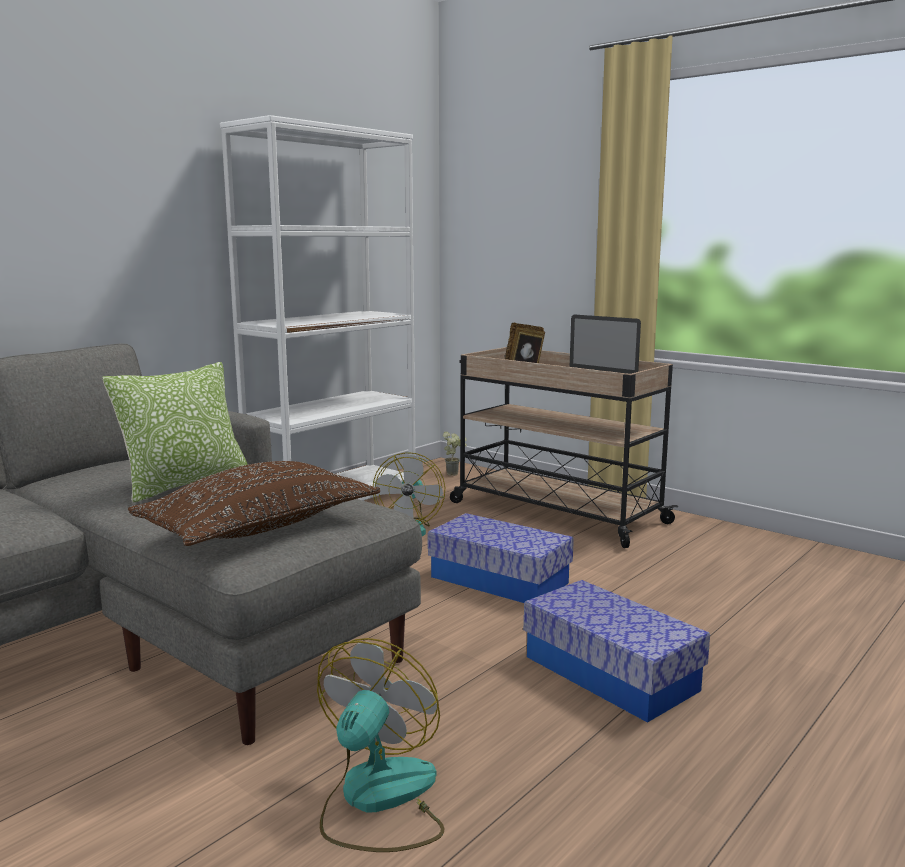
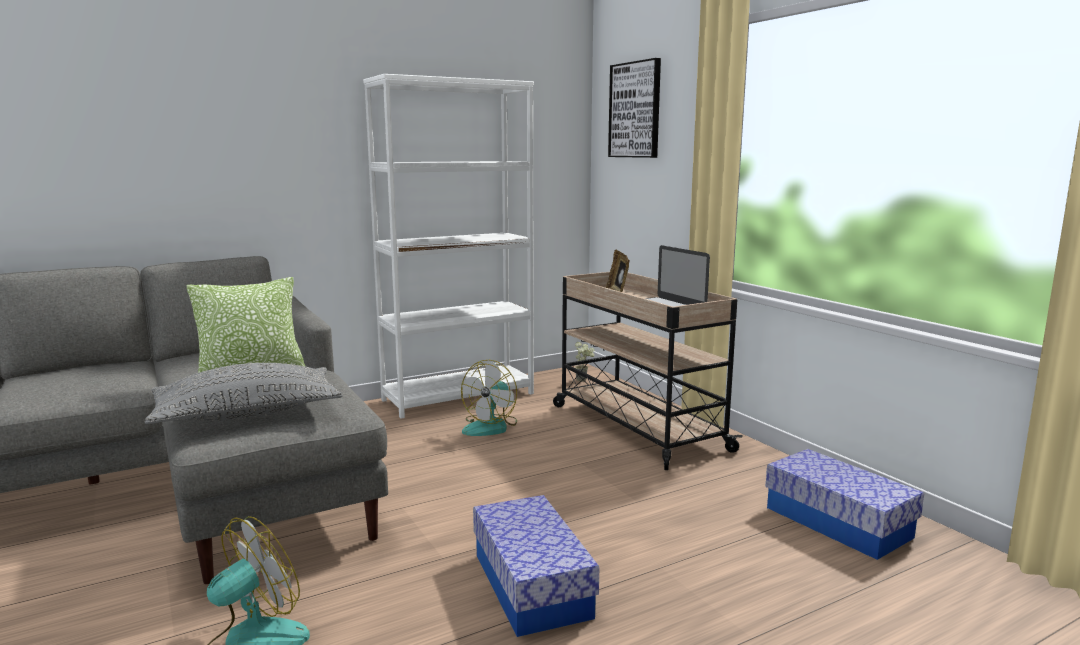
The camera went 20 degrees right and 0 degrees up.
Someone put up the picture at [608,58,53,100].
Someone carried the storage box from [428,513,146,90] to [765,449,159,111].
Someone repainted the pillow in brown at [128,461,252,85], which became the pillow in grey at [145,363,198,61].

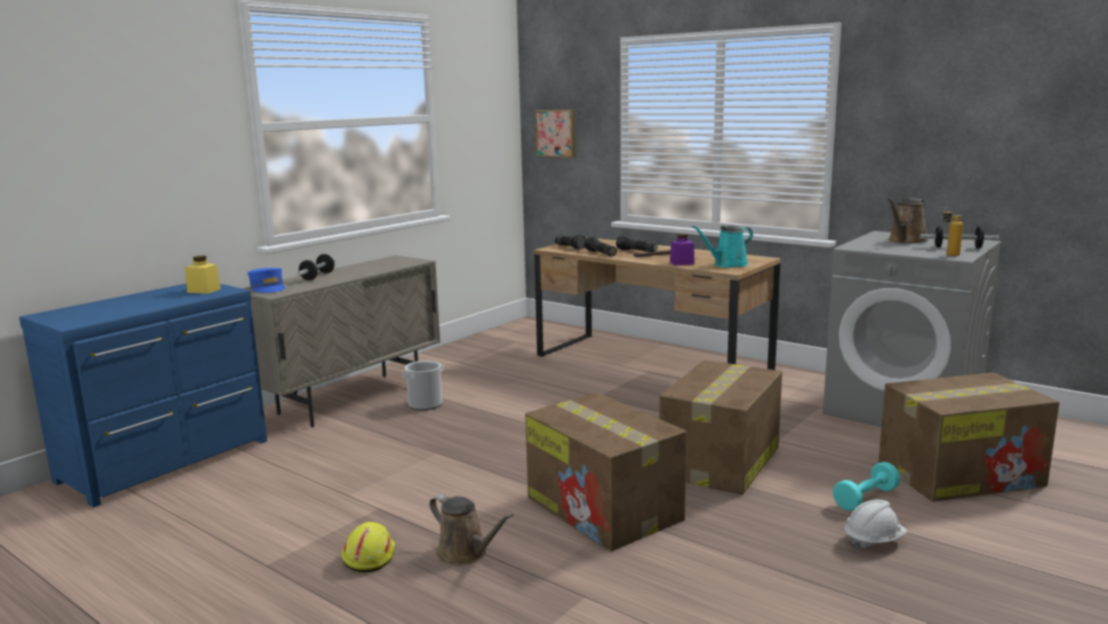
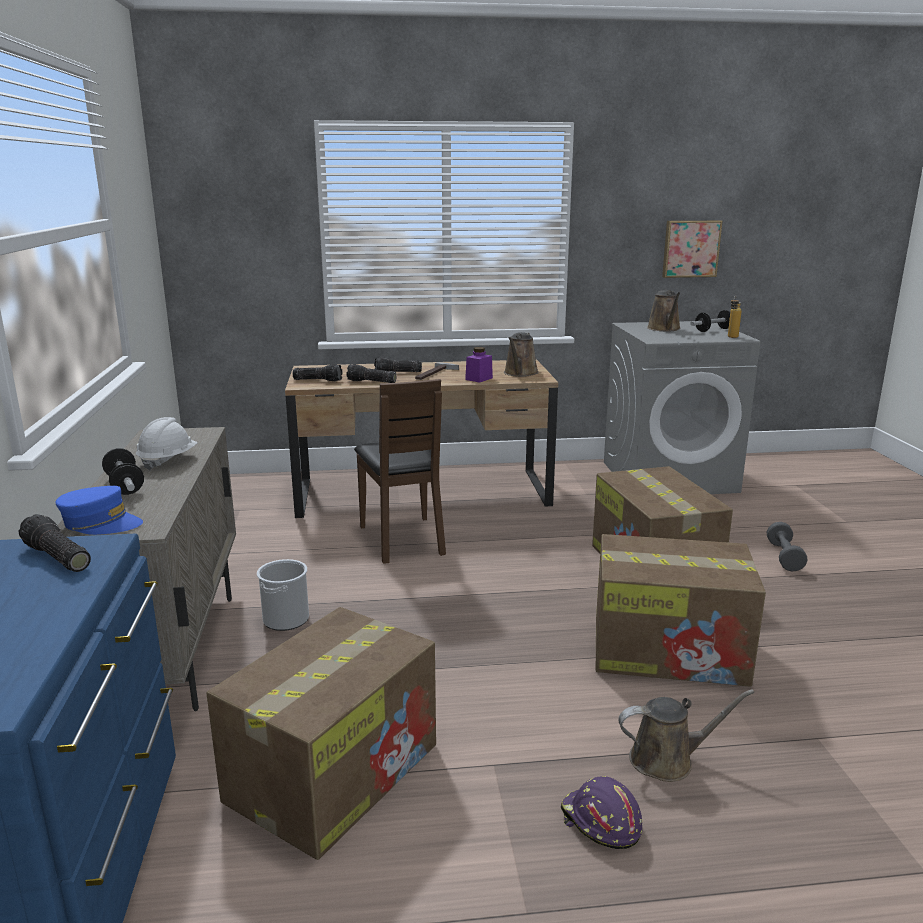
The camera went 45 degrees left and 5 degrees up.
Someone put down the chair in brown at [354,379,92,185].
Someone carried the picture from [535,110,41,48] to [662,220,61,58].
Someone carried the hard hat in white from [845,500,62,49] to [136,417,62,54].
Someone carried the cardboard box from [879,373,180,129] to [206,607,230,253].
Someone swapped the jar in yellow at [185,256,36,38] for the flashlight at [19,514,72,58].
Someone repainted the hard hat in yellow at [341,522,54,50], which became the hard hat in purple at [561,776,81,73].
Someone repainted the watering can in turquoise at [692,226,61,42], which became the watering can in brown at [504,332,35,45].
Someone repainted the dumbbell in turquoise at [833,462,67,49], which became the dumbbell in grey at [767,522,40,50].

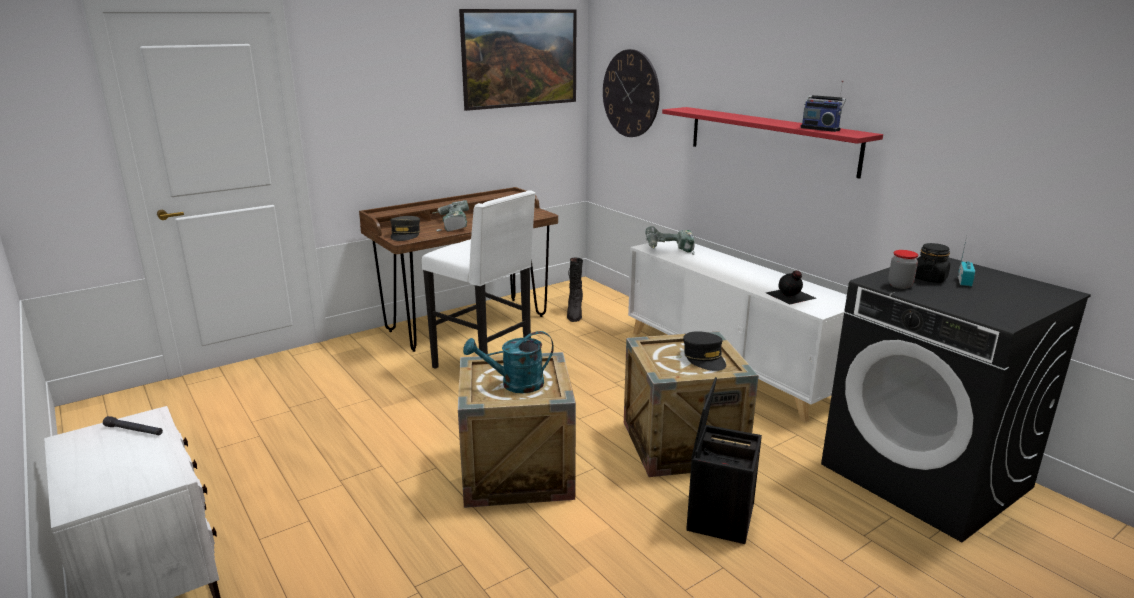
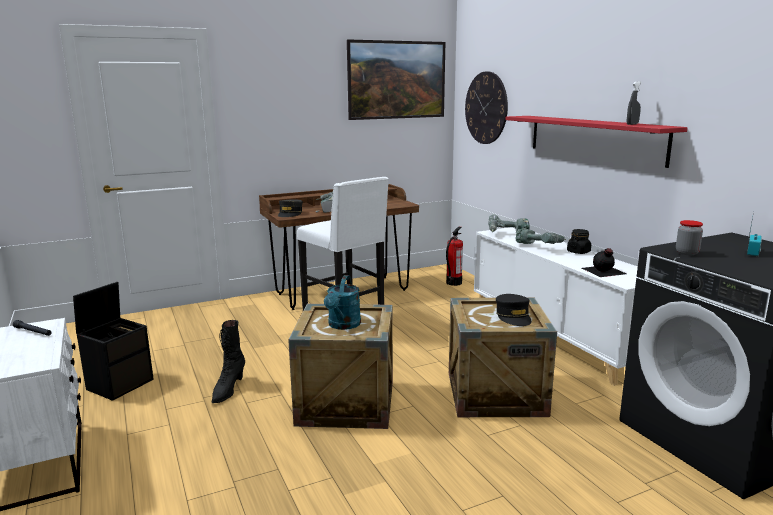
The camera went 10 degrees right and 5 degrees down.
Someone put down the fire extinguisher at [446,227,17,59].
Someone put down the power drill at [516,228,50,16].
Someone carried the boot in black from [567,258,16,64] to [212,320,33,83].
Someone carried the storage box in black from [686,377,76,167] to [73,282,81,119].
Someone carried the jar in black from [915,243,35,40] to [567,229,24,25].
Someone swapped the radio at [801,80,45,52] for the spray bottle in grey at [627,81,15,44].
Someone rotated the watering can in turquoise at [463,331,91,62] by 75 degrees counterclockwise.

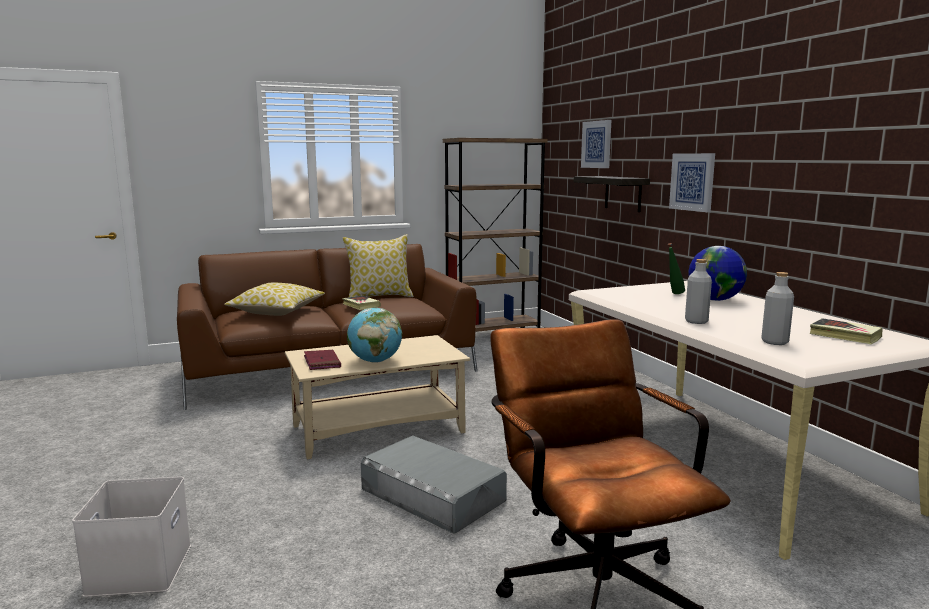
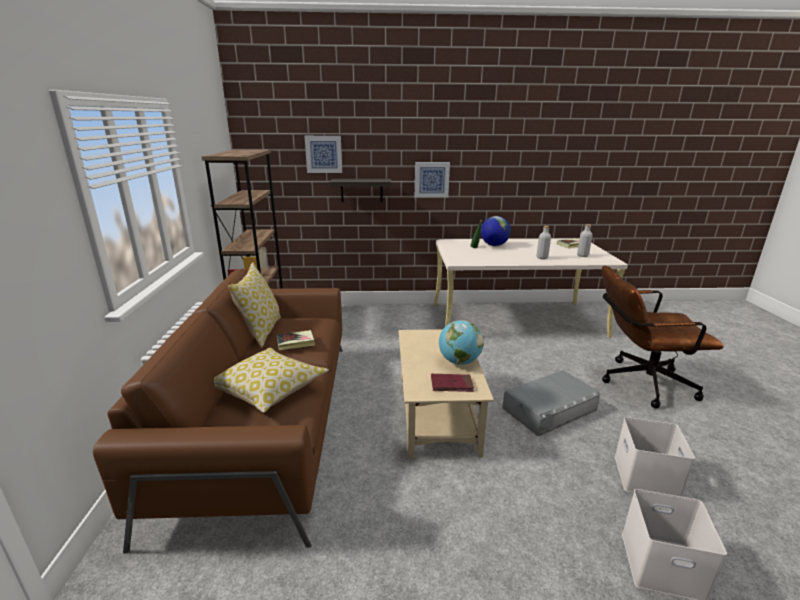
The camera went 70 degrees left and 10 degrees up.
Someone put down the storage box in white at [615,417,80,80].

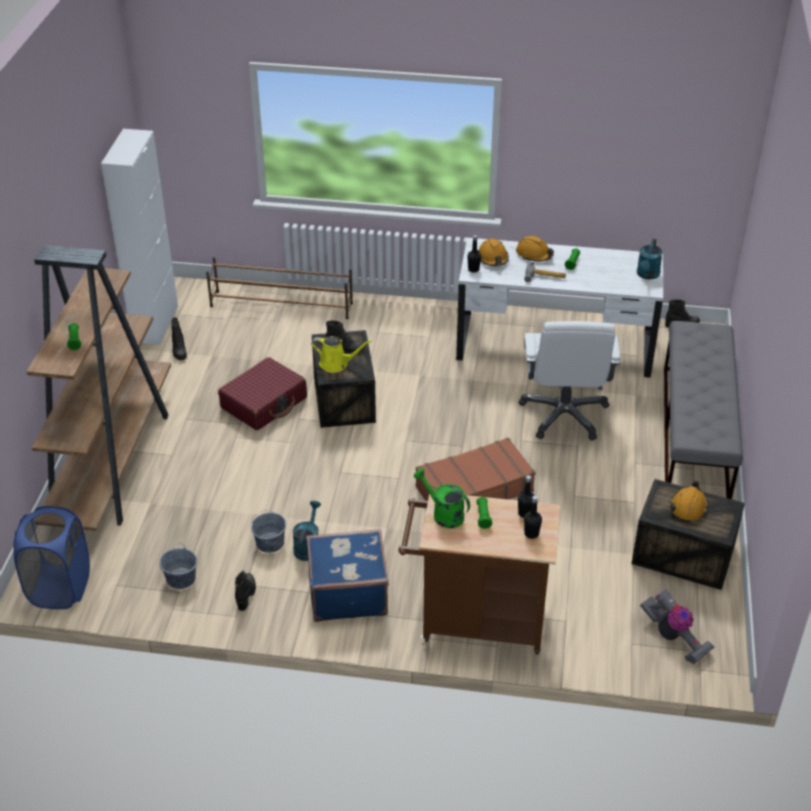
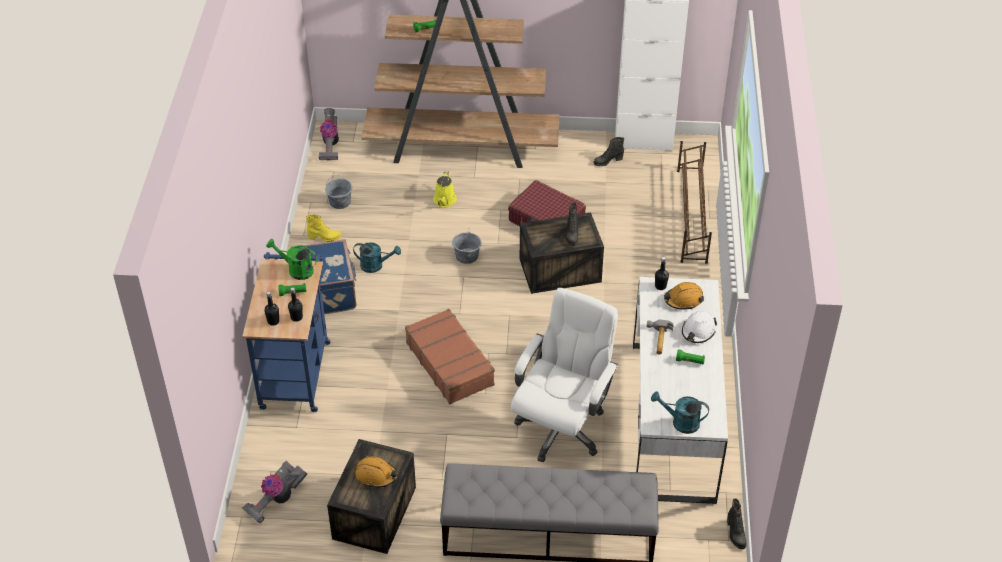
The camera went 85 degrees right and 5 degrees up.
Someone carried the bucket in grey from [251,510,35,43] to [452,232,29,32].
Someone carried the watering can in yellow from [311,336,61,37] to [433,171,24,36].
Someone swapped the laundry basket in blue at [13,506,77,103] for the vacuum cleaner at [318,108,21,52].
Someone repainted the boot in black at [235,571,21,40], which became the boot in yellow at [306,214,36,28].
Someone repainted the cart in brown at [398,493,162,162], which became the cart in blue at [242,252,89,160].
Someone repainted the hard hat in orange at [516,236,38,26], which became the hard hat in white at [682,311,35,32].
Someone rotated the watering can in green at [414,468,56,60] by 105 degrees counterclockwise.
Someone rotated the office chair in white at [518,321,103,120] by 120 degrees clockwise.

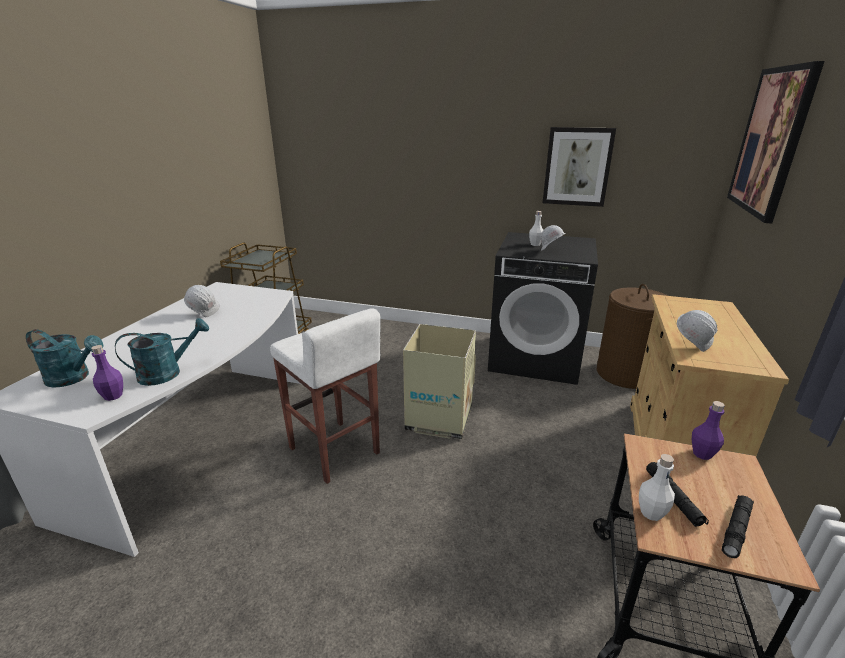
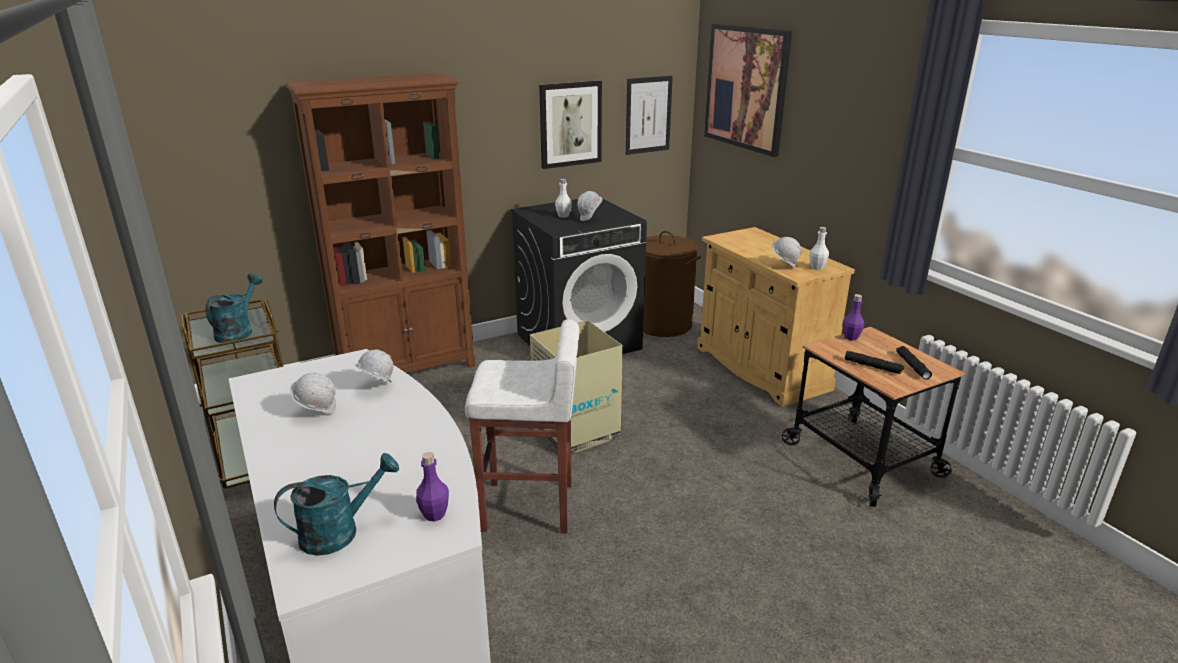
The camera went 45 degrees left and 0 degrees up.
Someone put down the bookcase in brown at [285,73,190,300].
Someone put down the hard hat in white at [355,349,38,33].
Someone put up the picture at [626,76,47,79].
Someone carried the watering can in turquoise from [115,318,94,68] to [205,273,57,70].
Someone carried the bottle in white from [639,454,36,67] to [809,227,20,43].

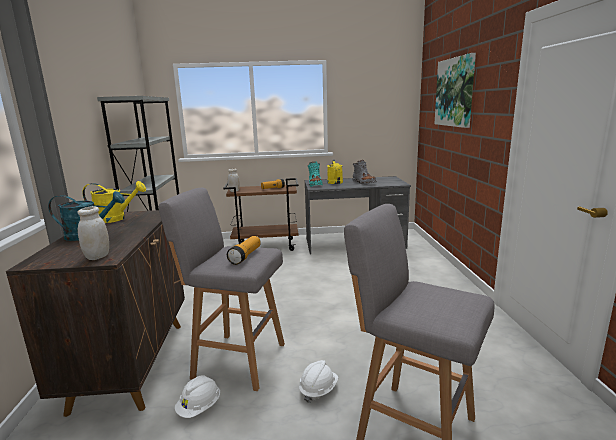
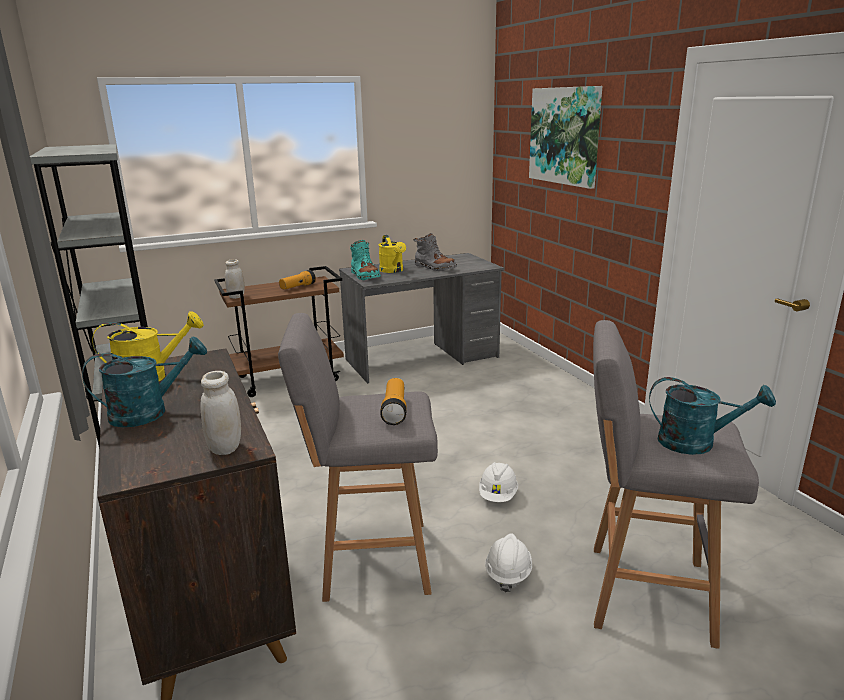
The camera went 20 degrees left and 5 degrees up.
Someone put down the watering can in turquoise at [649,377,127,78].
Someone carried the hard hat in white from [175,375,45,43] to [479,462,39,40].

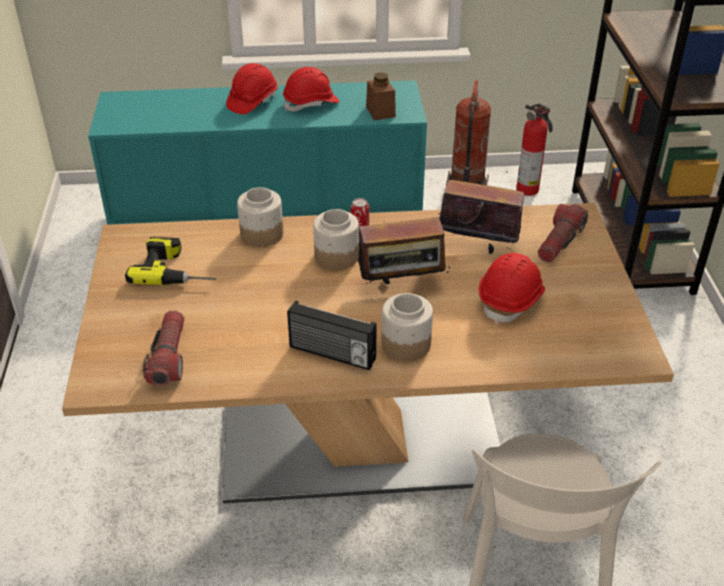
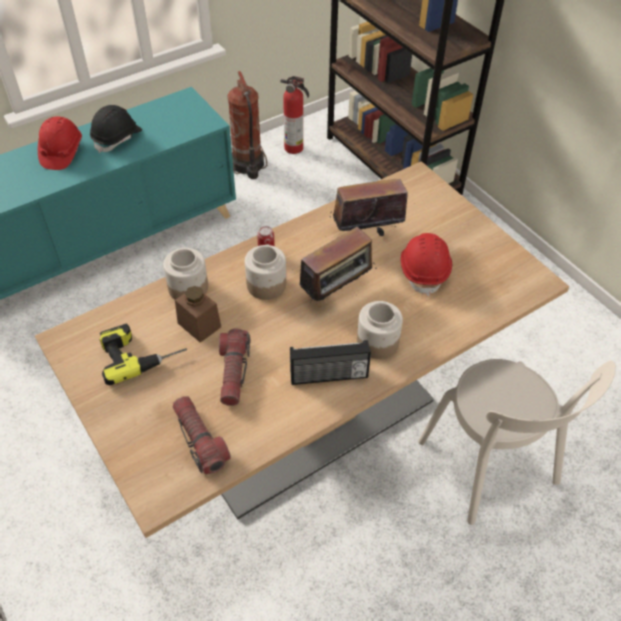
The camera went 30 degrees left and 10 degrees up.
Someone carried the jar in brown from [366,72,30,48] to [175,286,46,57].
Someone carried the flashlight from [538,204,50,58] to [219,329,32,77].
Someone repainted the hard hat in red at [283,67,56,44], which became the hard hat in black at [90,105,52,48].

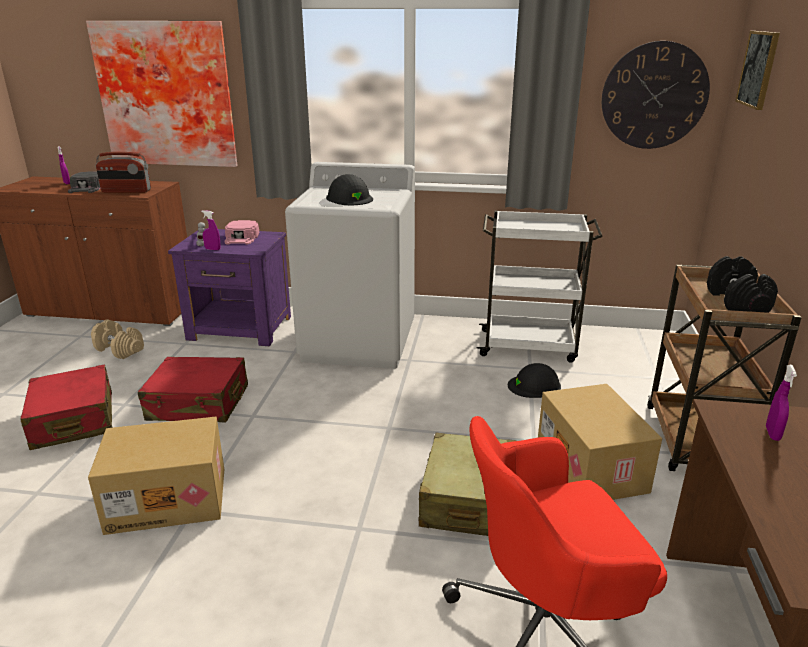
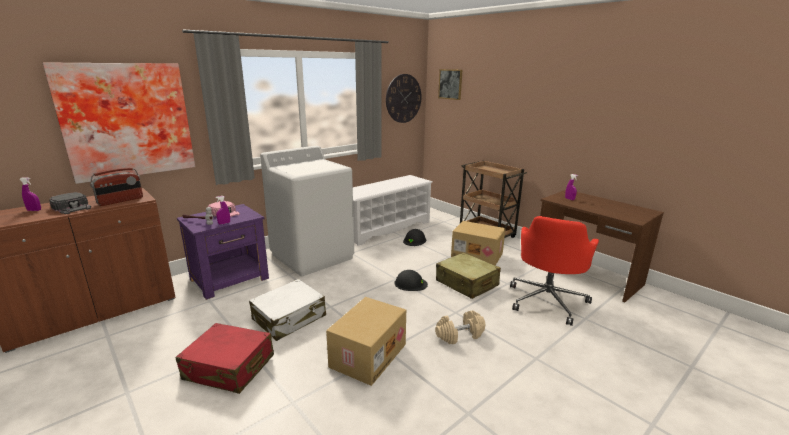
The camera went 50 degrees left and 5 degrees down.
Someone took away the dumbbell in black at [707,256,71,57].
Someone carried the dumbbell in beige from [91,319,53,40] to [435,310,50,34].
Someone carried the hard hat in black from [326,174,47,31] to [394,270,34,21].
Someone swapped the cart in white at [476,210,127,153] for the shoe rack in white at [353,175,79,71].
Someone repainted the suitcase in red at [138,357,110,65], which became the suitcase in white at [249,279,77,62].

